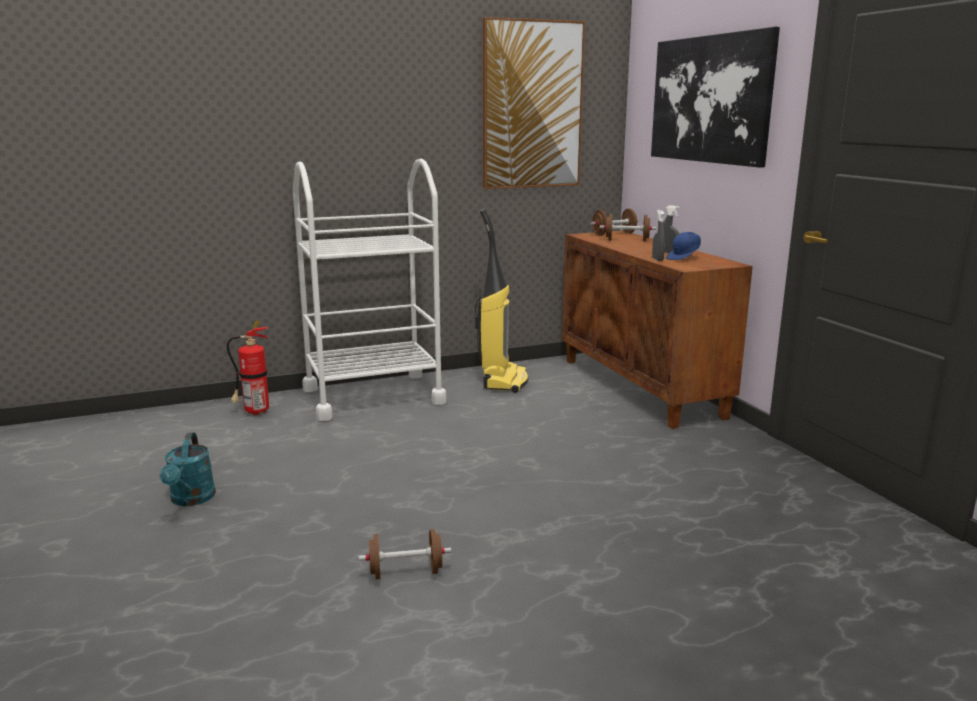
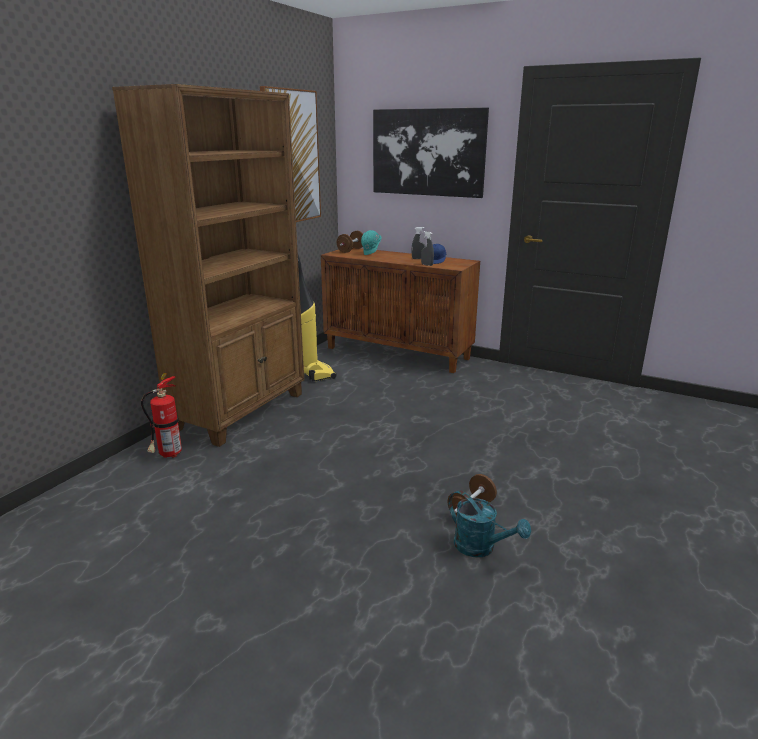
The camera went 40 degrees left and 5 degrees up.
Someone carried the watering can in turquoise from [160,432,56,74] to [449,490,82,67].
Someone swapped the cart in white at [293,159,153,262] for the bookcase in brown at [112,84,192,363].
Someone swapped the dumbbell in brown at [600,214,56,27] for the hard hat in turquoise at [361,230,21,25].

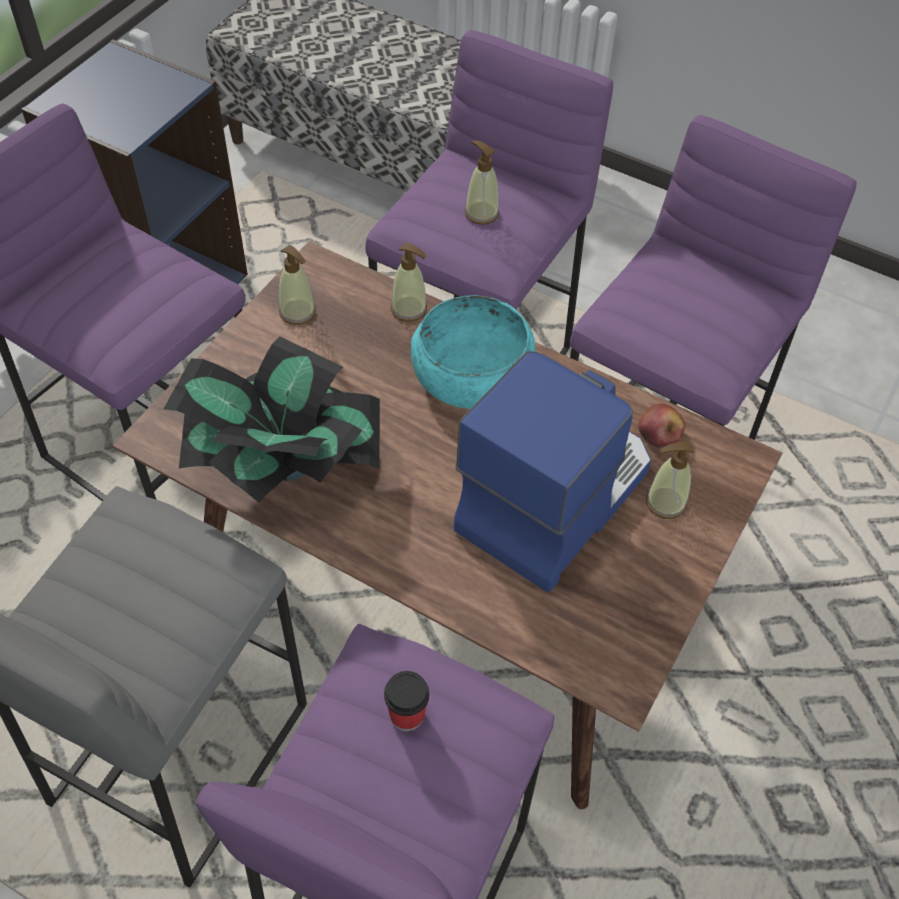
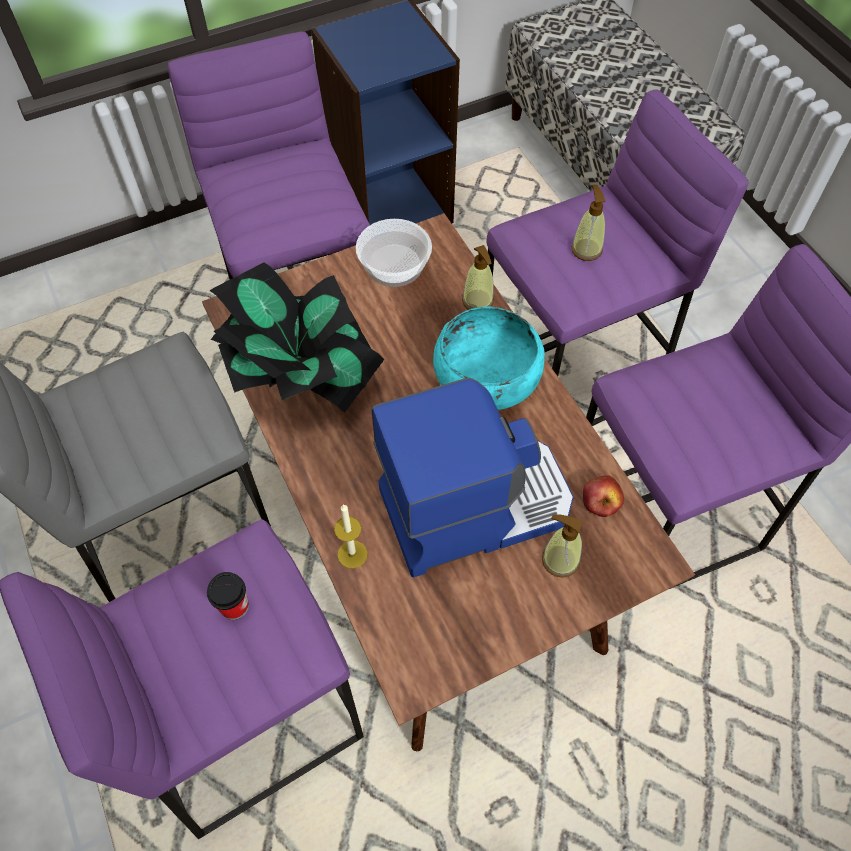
The camera went 35 degrees right and 5 degrees up.
Someone put down the candle at [334,504,34,65].
Someone swapped the soap dispenser at [279,245,37,80] for the bowl at [356,219,76,68].

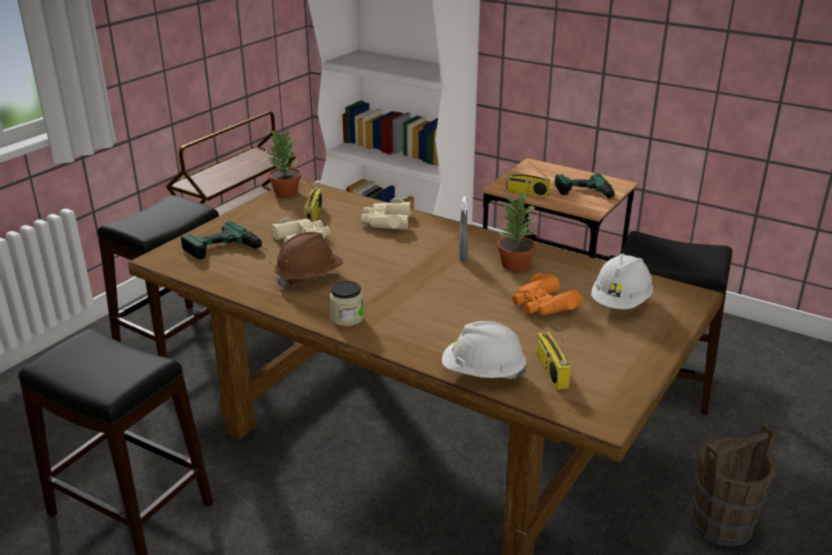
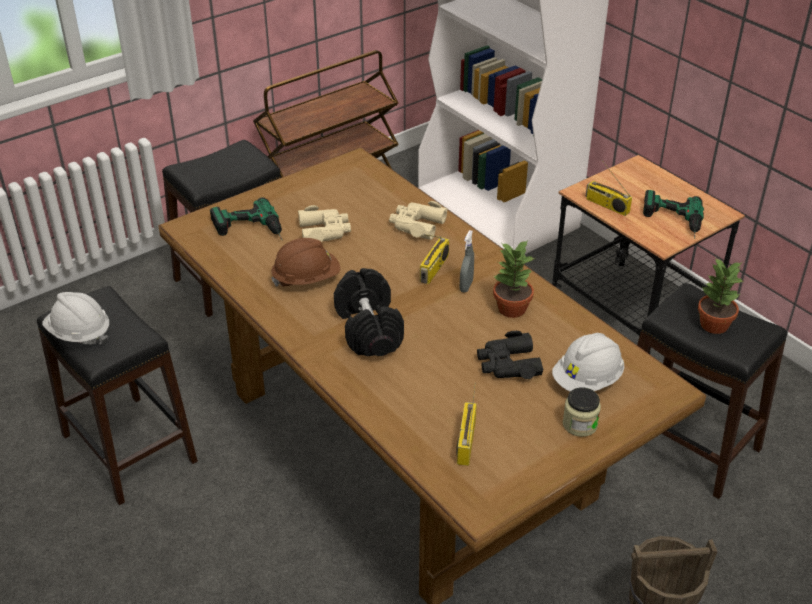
The camera went 20 degrees right and 10 degrees up.
Someone put down the dumbbell in black at [334,268,70,88].
Someone carried the potted plant from [268,129,33,67] to [698,257,46,77].
Someone carried the radio from [304,177,18,45] to [420,234,29,50].
Someone carried the jar from [330,281,34,45] to [563,387,38,50].
Someone carried the hard hat in white from [442,321,85,58] to [42,292,67,53].
Someone repainted the binoculars in orange at [512,273,71,43], which became the binoculars in black at [477,331,67,48].

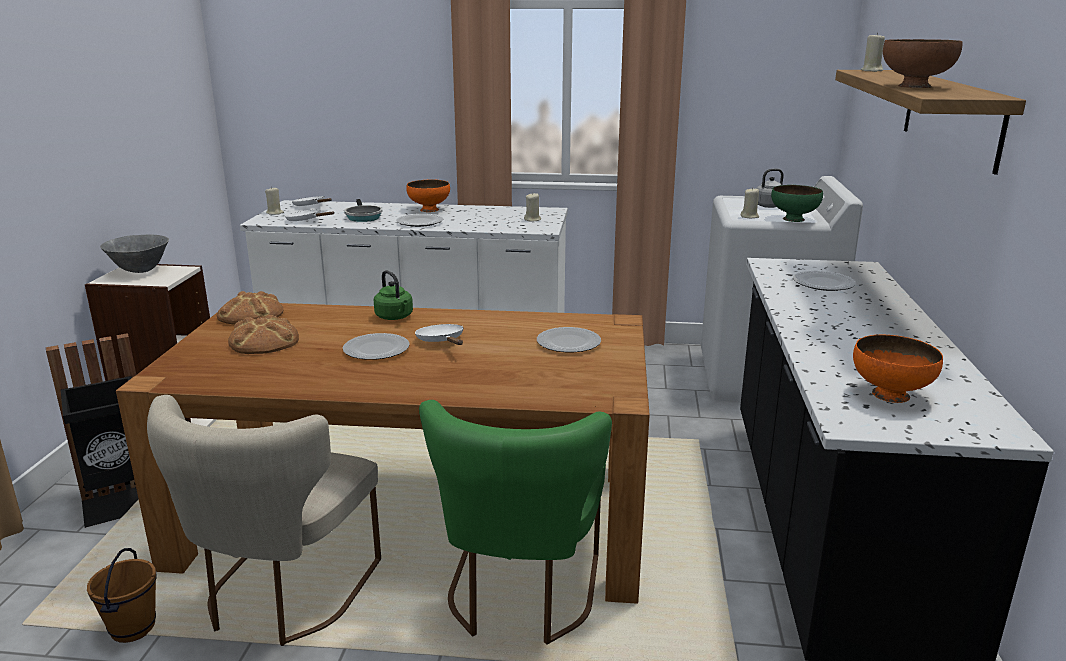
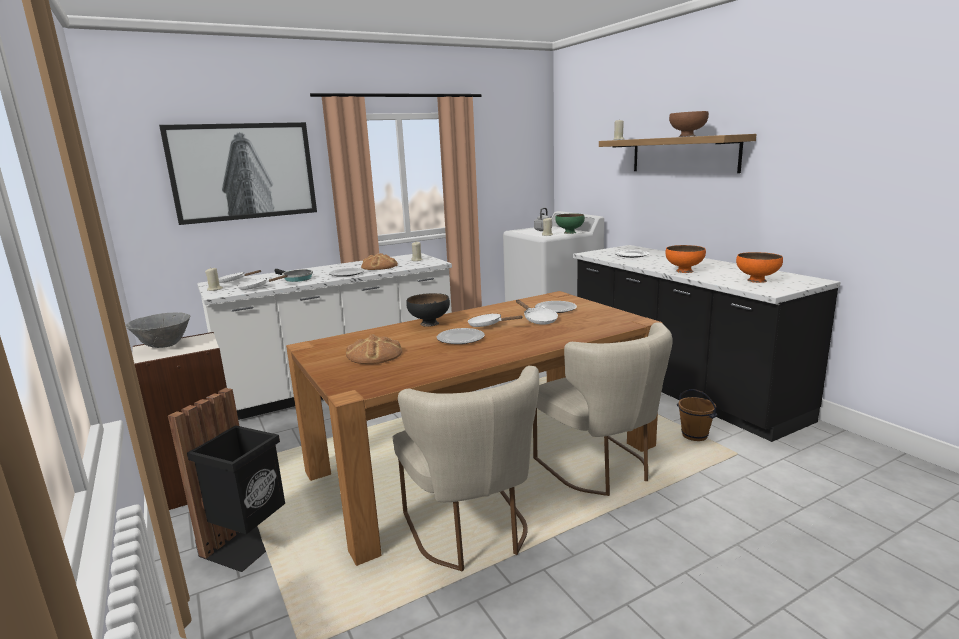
The camera went 35 degrees left and 5 degrees down.
Someone put up the picture at [159,122,158,103].
Someone put down the frying pan in white at [516,300,42,25].
Someone carried the bucket in brown from [87,548,70,95] to [677,389,41,52].
Someone carried the bread from [217,291,66,34] to [361,253,37,17].
Someone carried the bowl in orange from [406,180,44,32] to [666,245,40,28].
Someone swapped the kettle in green at [374,270,39,50] for the bowl in black at [406,293,44,34].
Someone repainted the chair in green at [419,400,193,245], which became the chair in beige at [533,322,140,174].

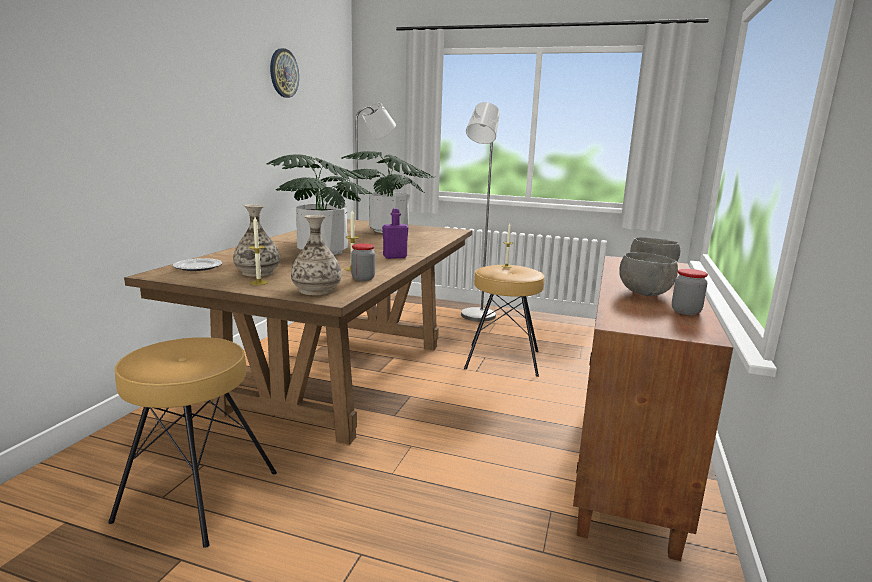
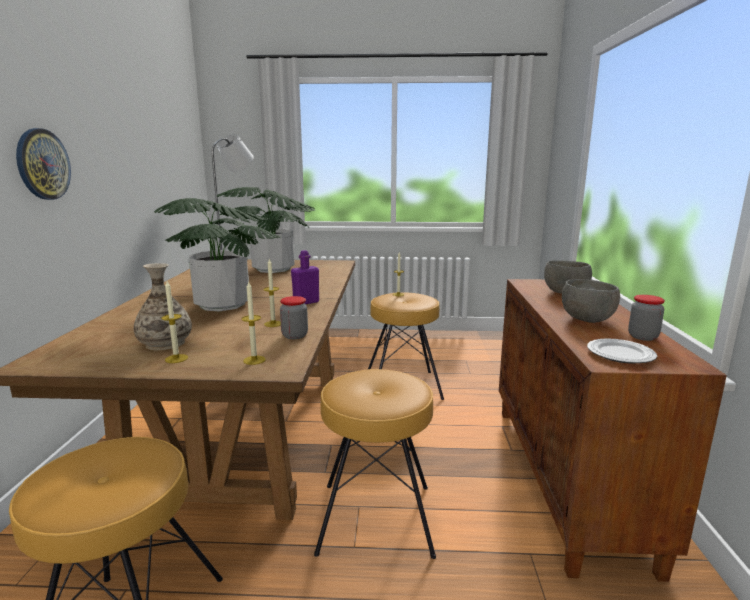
The camera went 15 degrees left and 0 degrees up.
Someone took away the floor lamp in grey at [461,102,39,219].
Someone put down the stool in brown at [314,369,122,190].
Someone carried the plate from [173,258,49,13] to [587,338,70,26].
Someone carried the wall clock from [270,48,29,50] to [16,128,55,72].
Someone swapped the vase at [291,215,51,80] for the candle at [242,281,24,84].

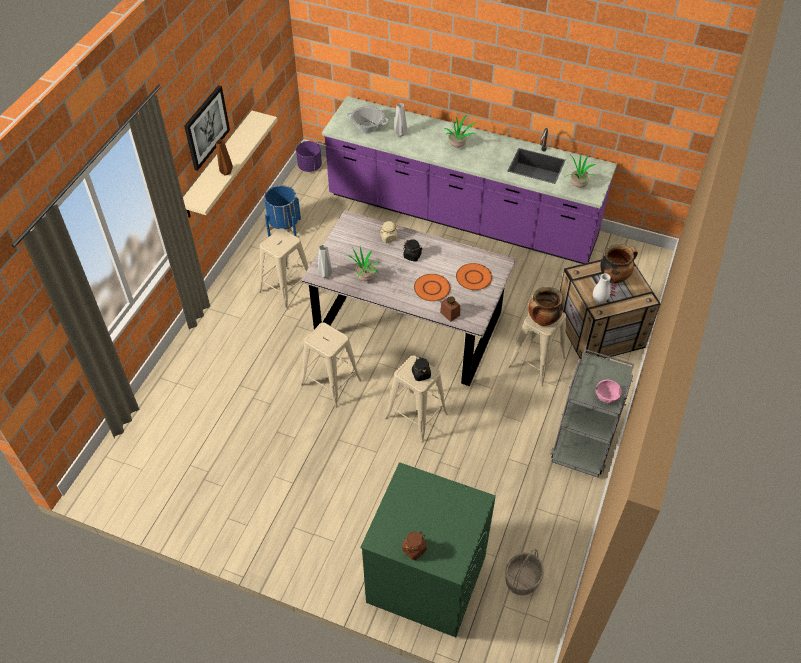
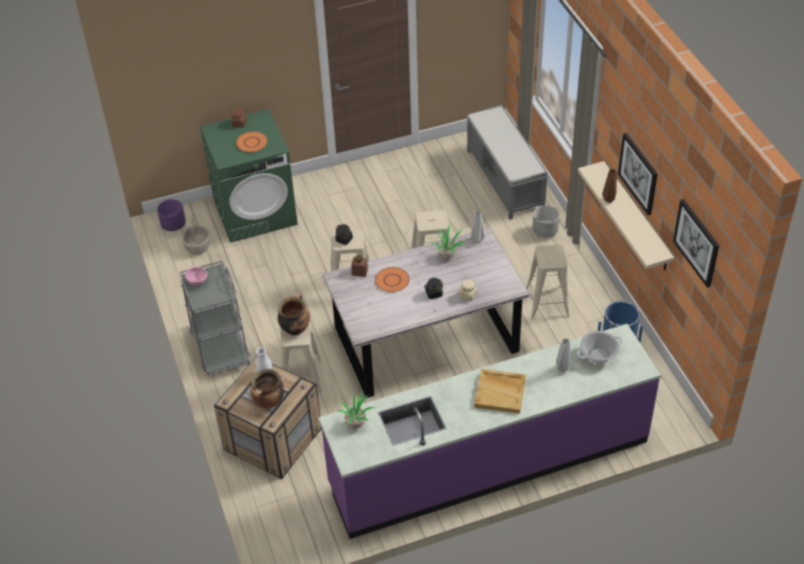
The camera went 140 degrees right and 5 degrees down.
Someone put down the bench in grey at [466,105,83,115].
Someone put down the planter in grey at [533,205,27,33].
Someone put up the picture at [673,199,46,89].
Someone carried the planter in purple from [296,141,26,31] to [157,199,29,32].
Someone carried the plate in orange from [456,263,36,27] to [236,131,32,21].
Someone swapped the potted plant at [444,115,34,33] for the tray in beige at [474,369,52,45].

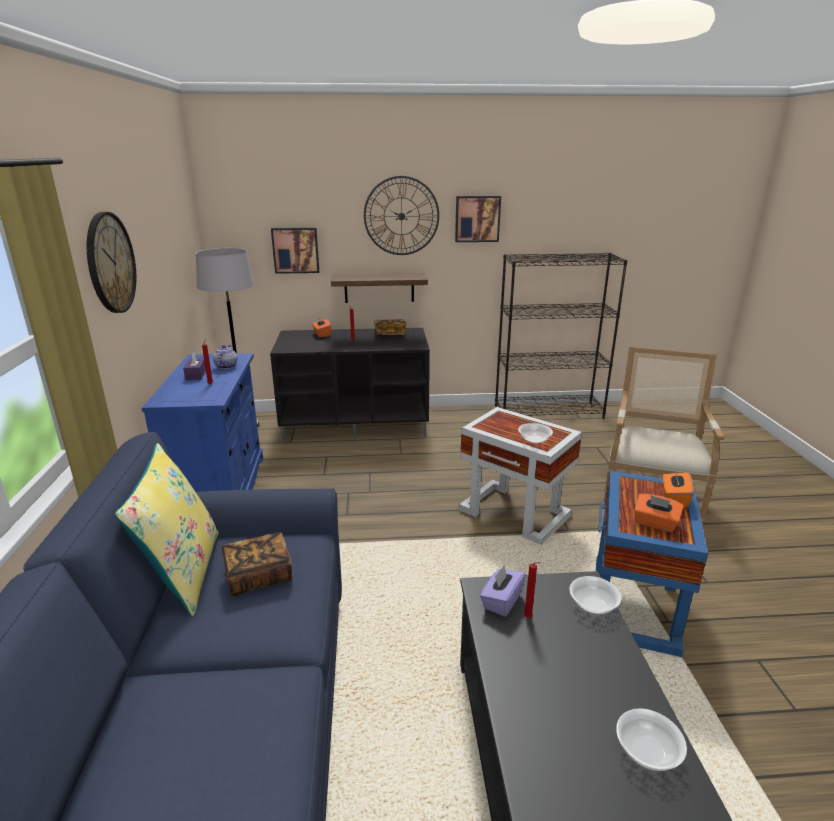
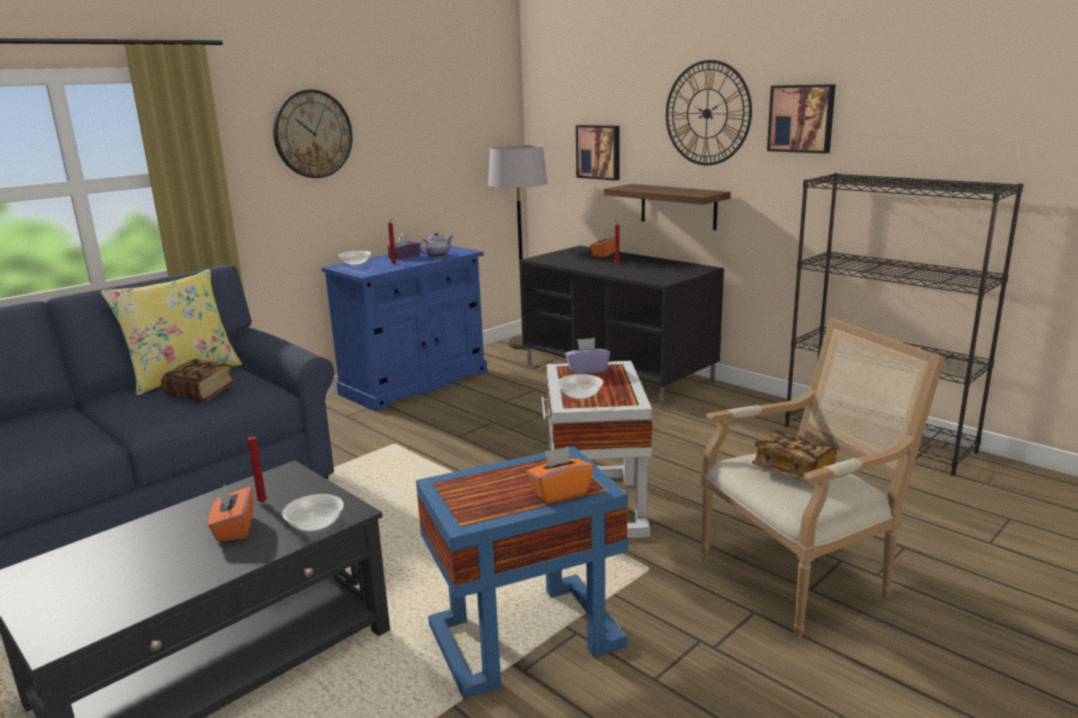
The camera went 50 degrees right and 5 degrees down.
Someone carried the book from [374,319,32,16] to [752,431,85,51].
Someone carried the tissue box in purple from [480,565,46,52] to [565,338,45,36].
Someone carried the bowl from [616,708,71,63] to [338,251,33,14].
Someone carried the tissue box in orange from [634,494,50,39] to [208,484,45,58].

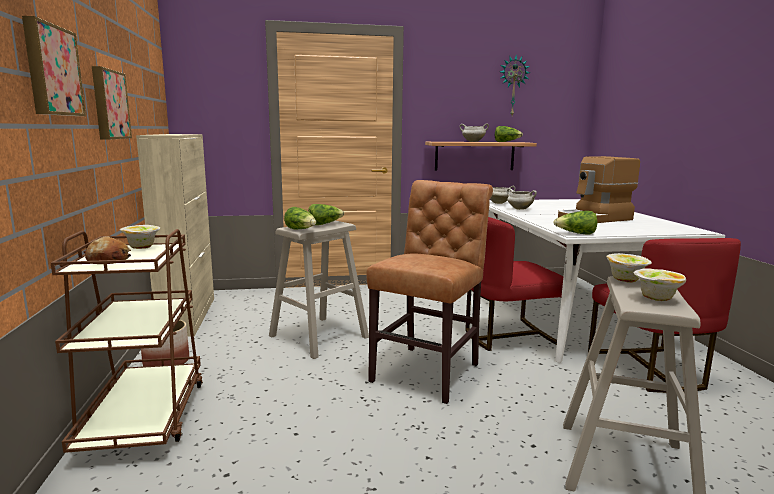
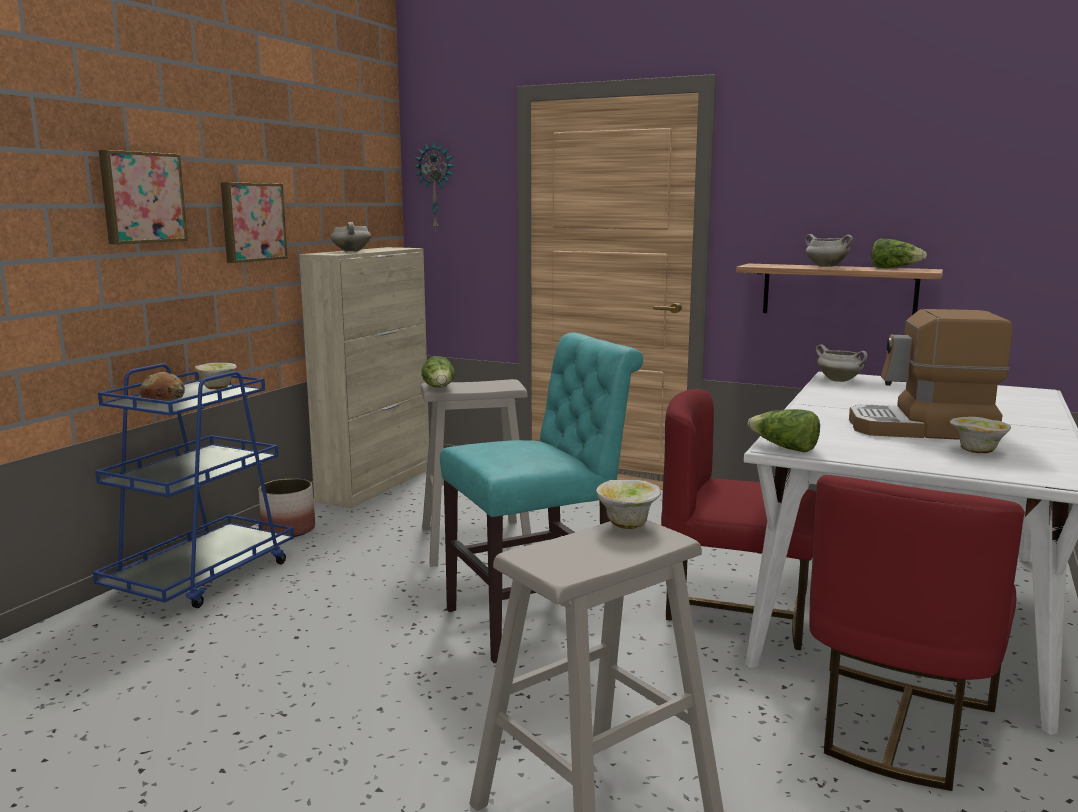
The camera went 35 degrees right and 0 degrees up.
Someone took away the lettuce at [308,204,36,21].
Someone carried the wall clock from [500,55,30,60] to [413,140,41,91].
Someone carried the cooking pot in white from [507,188,30,22] to [331,222,40,30].
Someone carried the bowl from [634,268,52,33] to [950,417,61,36].
Someone repainted the cart in brown at [51,229,152,224], which became the cart in blue at [93,363,201,245].
Someone repainted the chair in brown at [367,180,126,224], which became the chair in turquoise at [440,333,203,330].

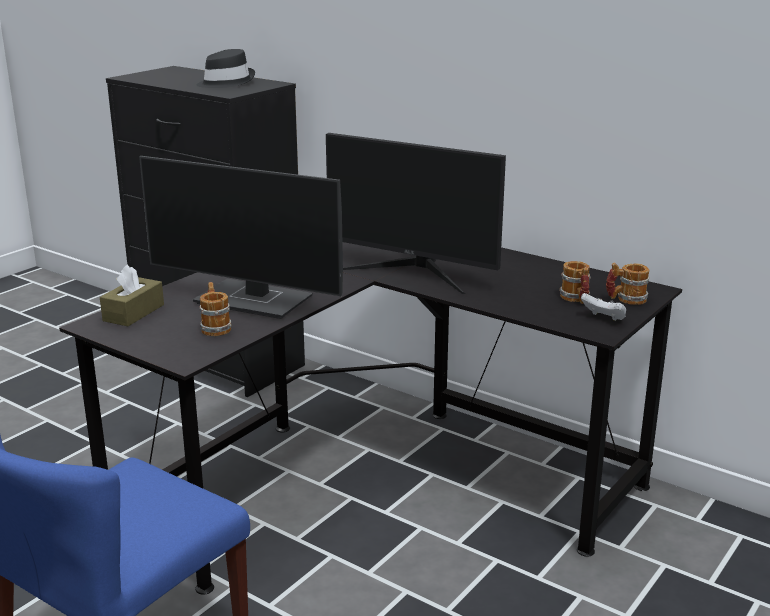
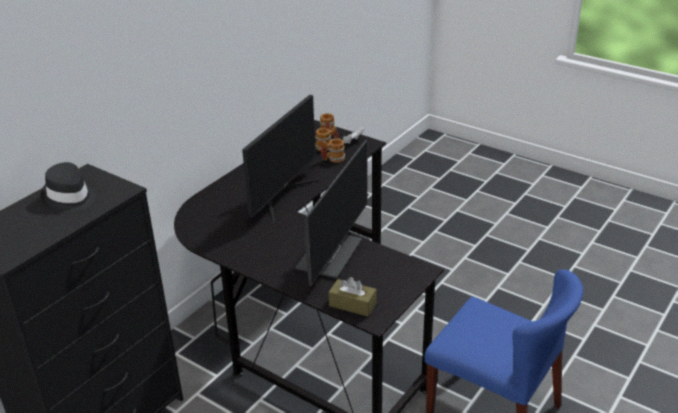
The camera went 90 degrees left and 10 degrees up.
Someone carried the mug from [199,282,33,54] to [321,138,24,25].

